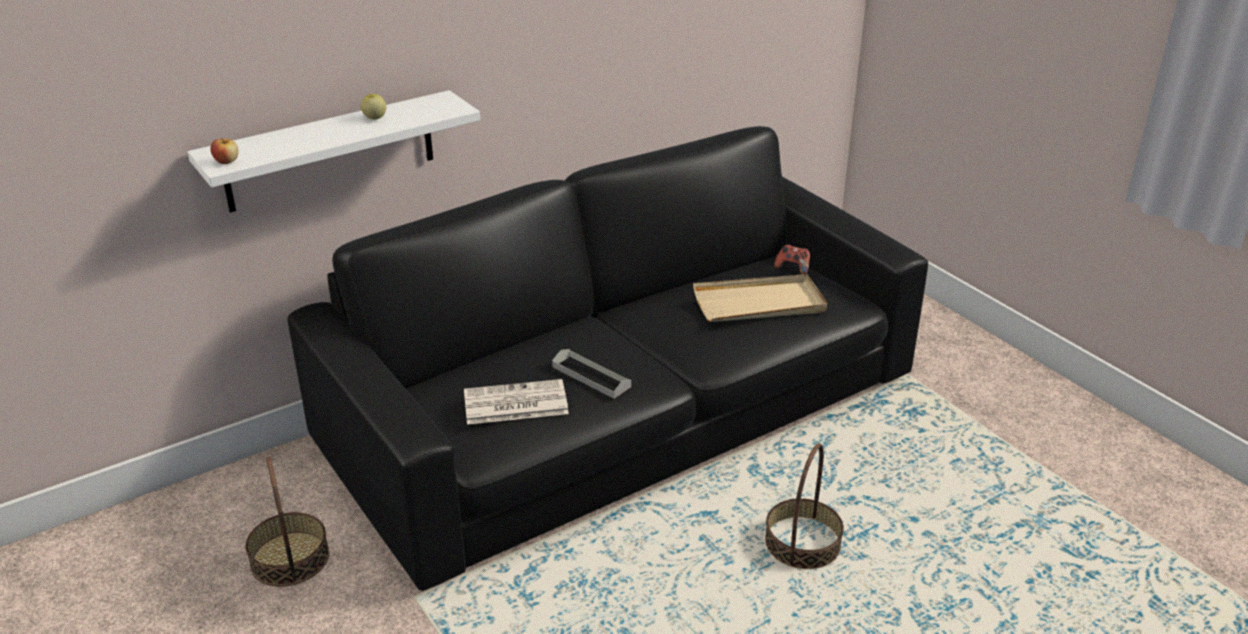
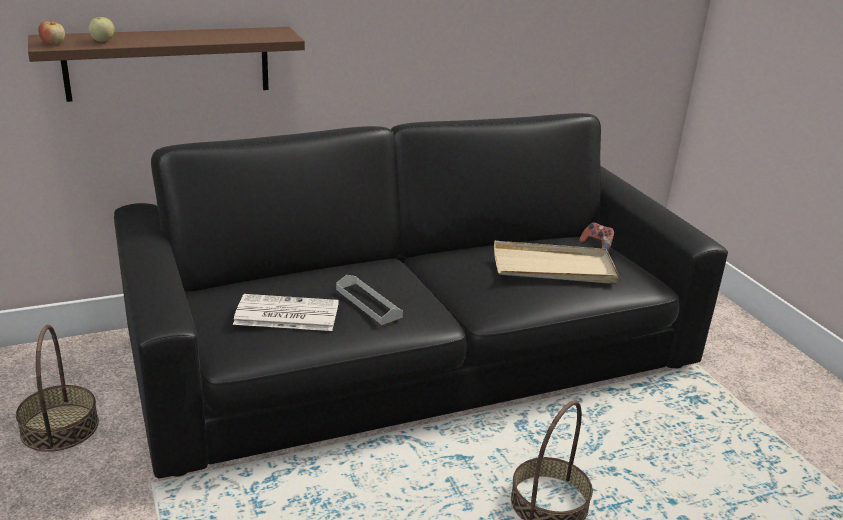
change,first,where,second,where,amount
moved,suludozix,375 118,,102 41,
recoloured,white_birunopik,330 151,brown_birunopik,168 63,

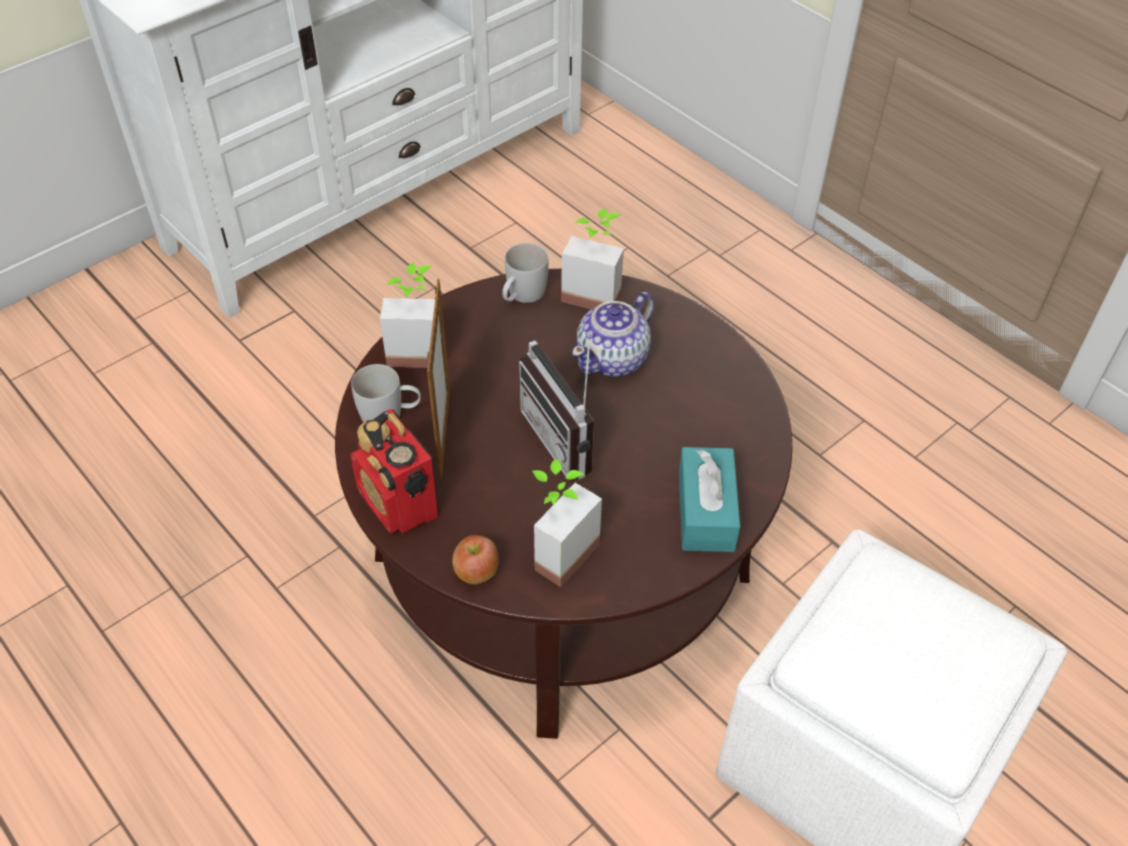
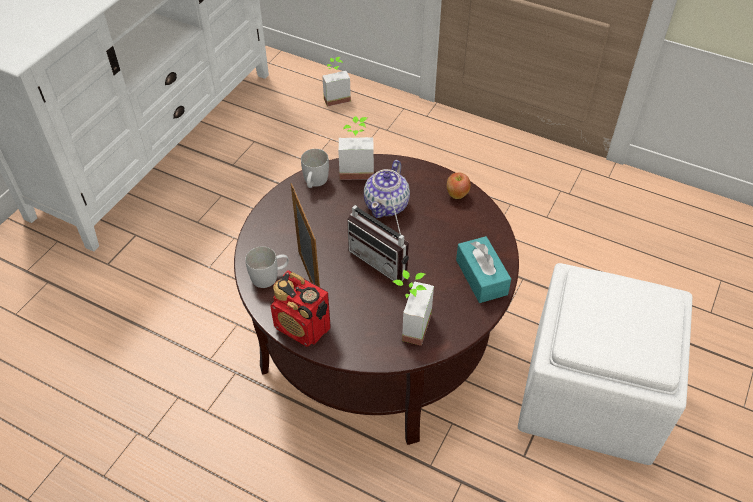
change,first,where,second,where,amount
moved,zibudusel,417 348,,335 97,
moved,suludozix,476 573,,457 194,

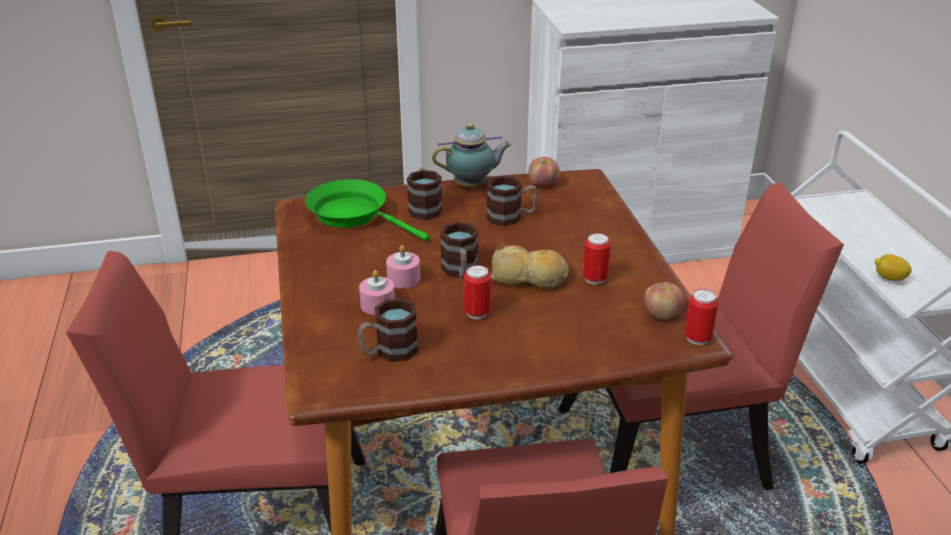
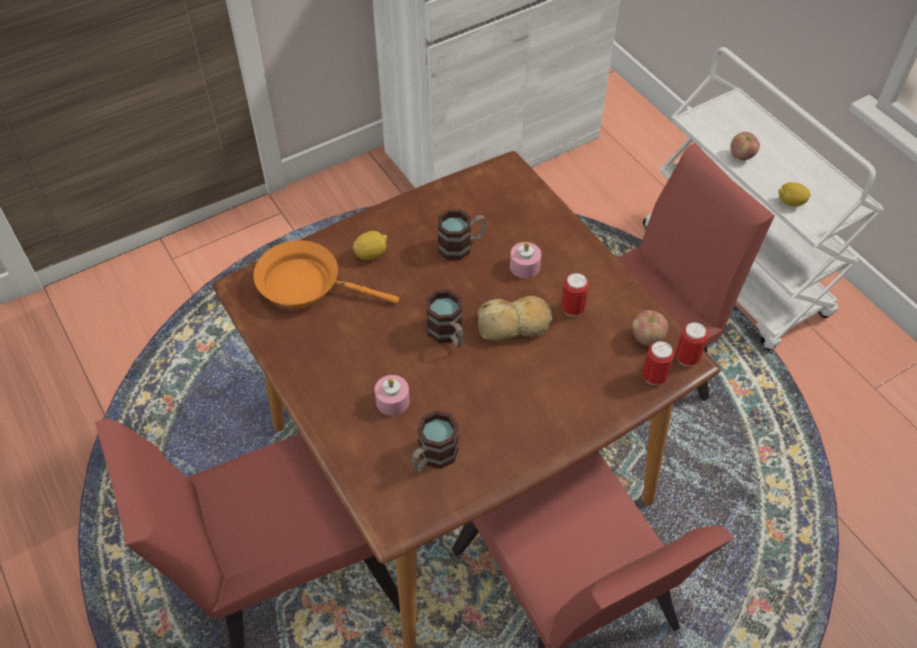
change,first,where,second,where,amount
removed,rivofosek,473 186,,,
moved,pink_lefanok,403 279,,524 266,
moved,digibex,477 313,,654 376,
moved,suludozix,543 184,,741 155,
replaced,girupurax,424 207,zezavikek,371 254,
recoloured,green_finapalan,354 215,orange_finapalan,306 284,

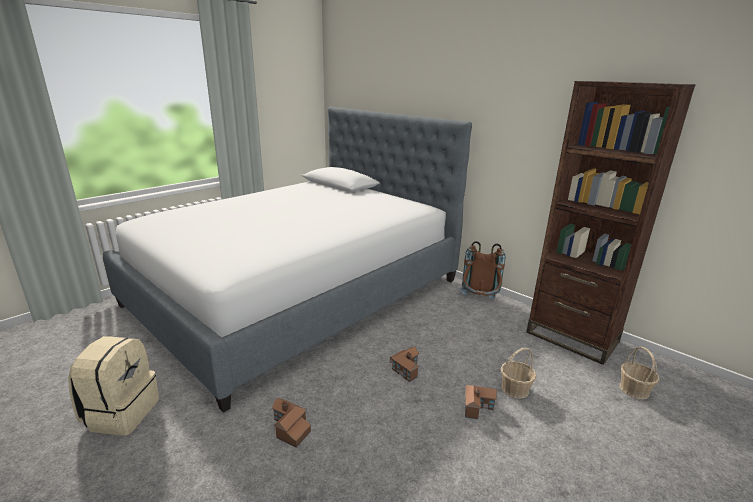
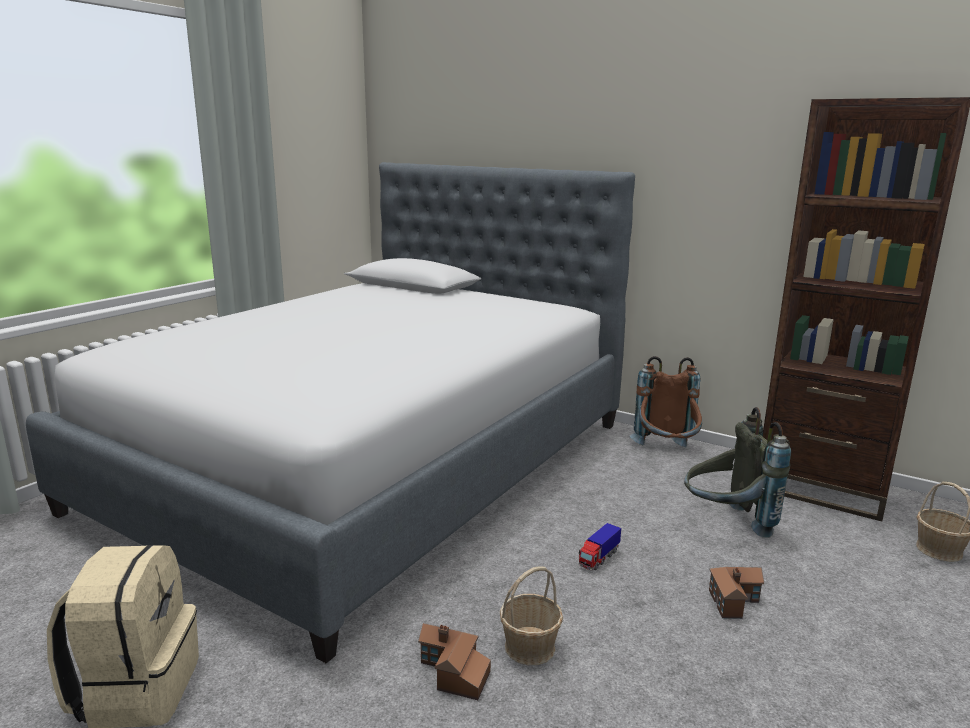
change,first,where,second,where,amount
added,,,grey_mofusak,726 523,
moved,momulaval,515 389,,530 647,
replaced,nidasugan,405 368,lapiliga,598 558,

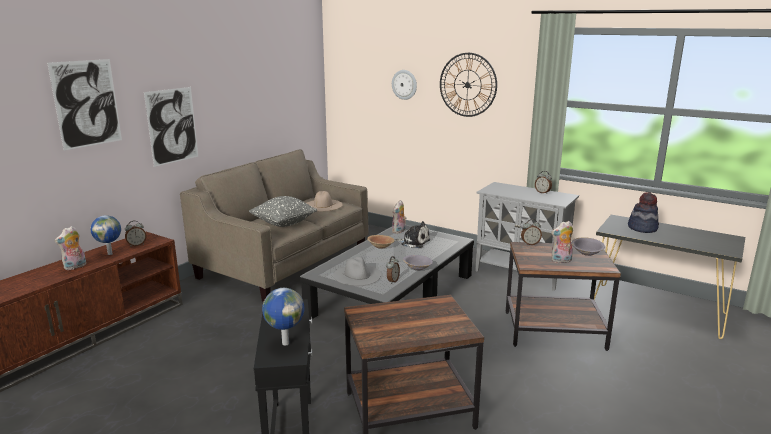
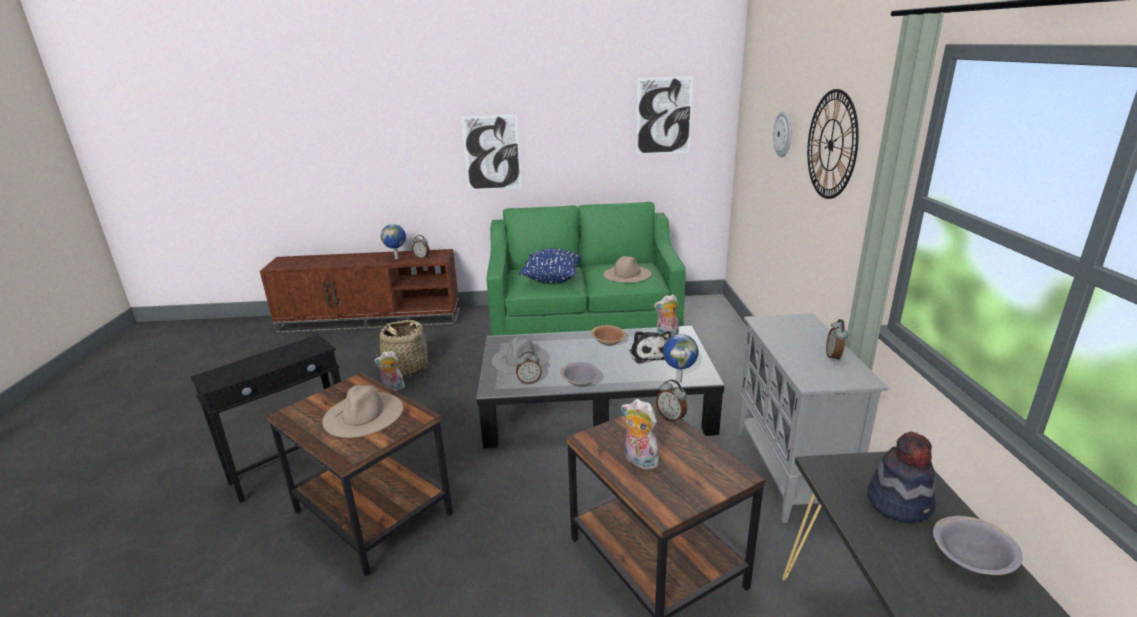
change,first,where,second,where,amount
added,,,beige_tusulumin,363 414,
added,,,momulaval,406 369,
moved,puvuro,87 103,,664 116,
moved,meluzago,75 267,,392 388,
moved,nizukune,285 343,,679 380,
moved,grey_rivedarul,586 253,,971 559,
recoloured,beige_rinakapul,285 262,green_rinakapul,584 324,
recoloured,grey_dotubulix,283 223,blue_dotubulix,552 279,

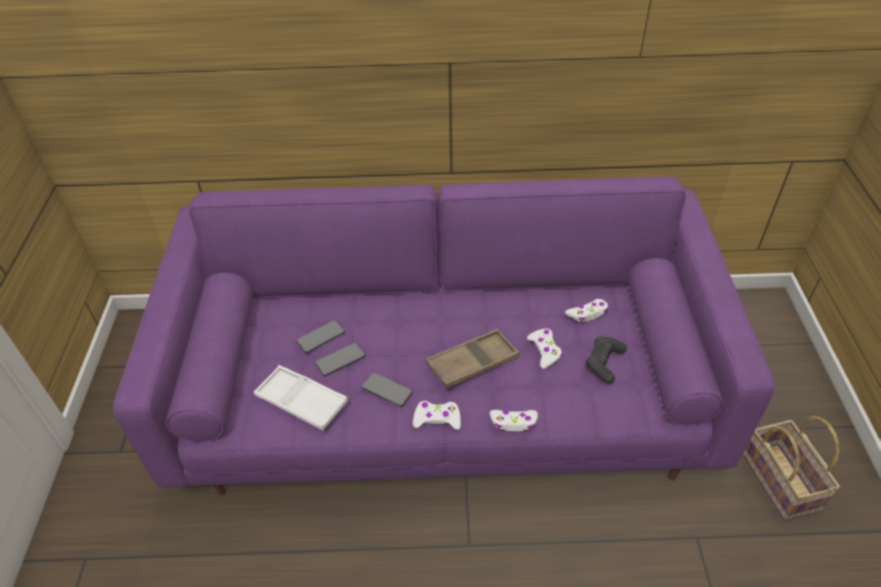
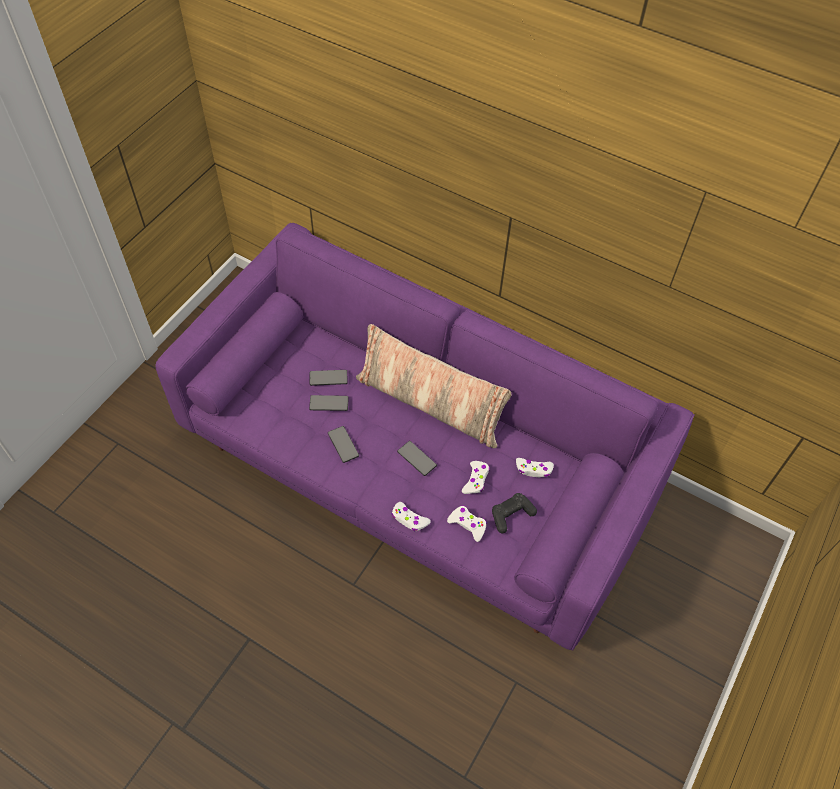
change,first,where,second,where,amount
removed,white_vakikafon,301 401,,,
removed,momulaval,783 483,,,
added,,,dotubulix,430 404,
moved,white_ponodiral,437 419,,467 524,
replaced,brown_vakikafon,472 362,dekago,417 458,

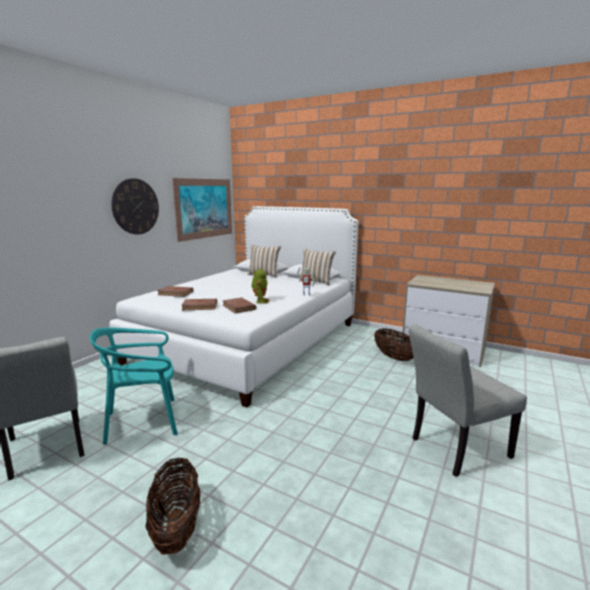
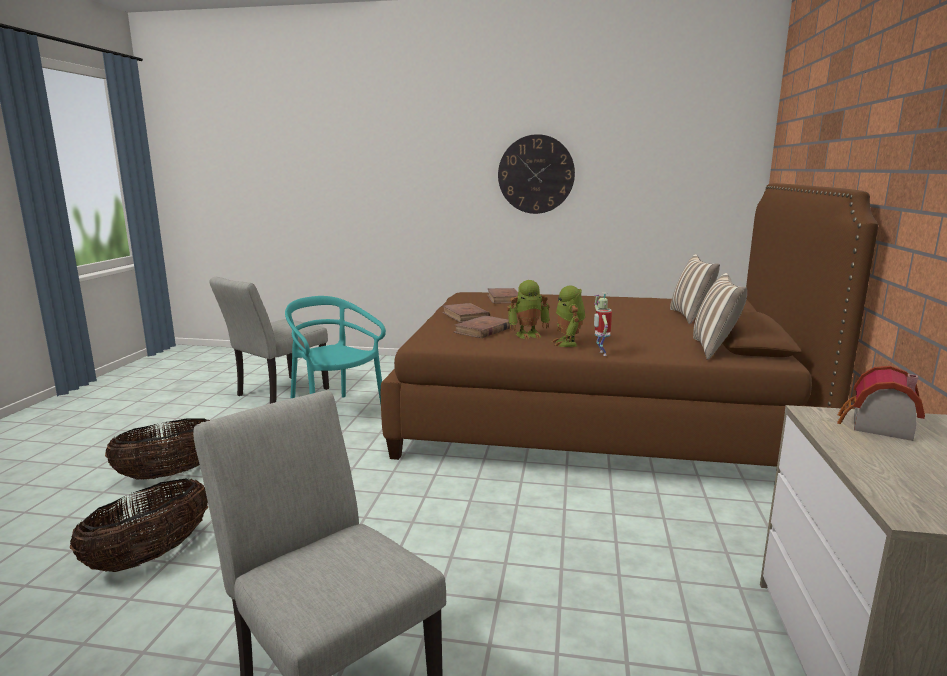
change,first,where,second,where,amount
removed,puvuro,204 208,,,
added,,,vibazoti,568 343,
added,,,nidasugan,876 426,
moved,momulaval,394 358,,150 556,
recoloured,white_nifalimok,249 341,brown_nifalimok,594 417,

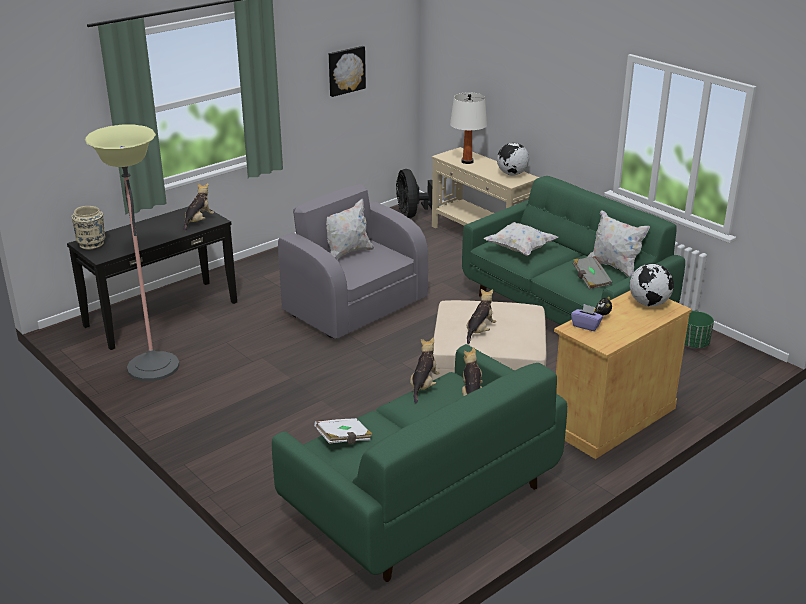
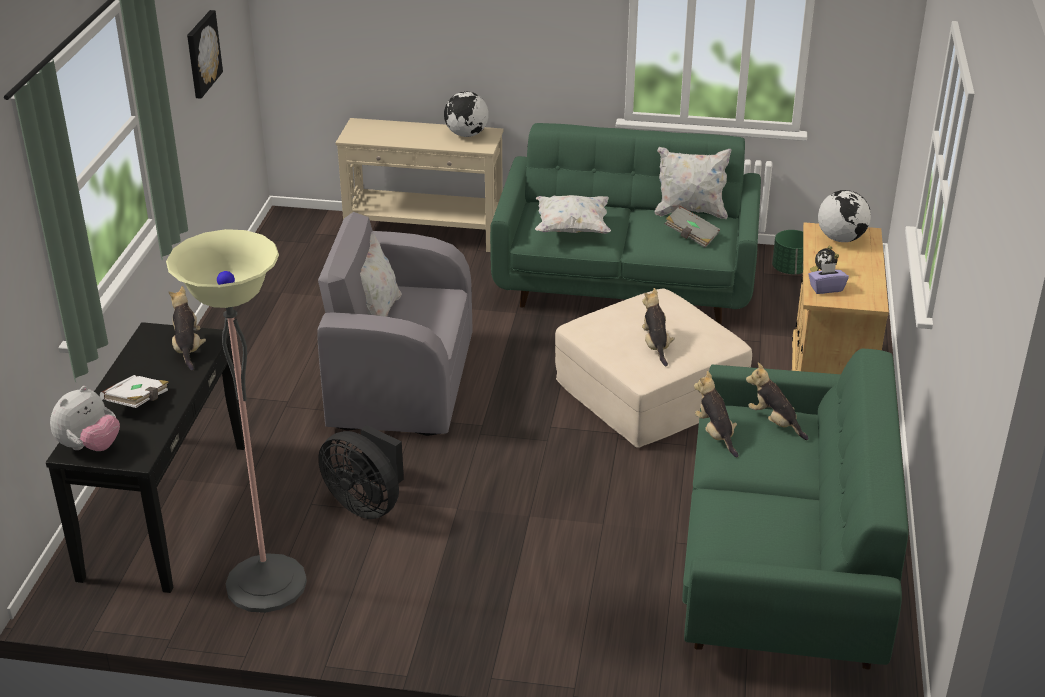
change,first,where,second,where,amount
removed,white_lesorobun,467 161,,,
moved,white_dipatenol,344 439,,138 402,
moved,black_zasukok,413 214,,366 503,
replaced,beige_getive,92 244,meluzago,89 446,

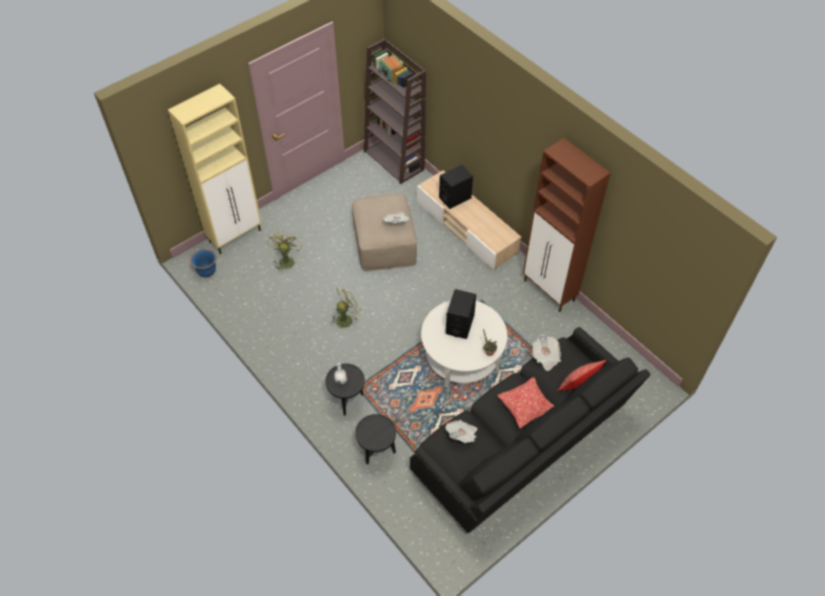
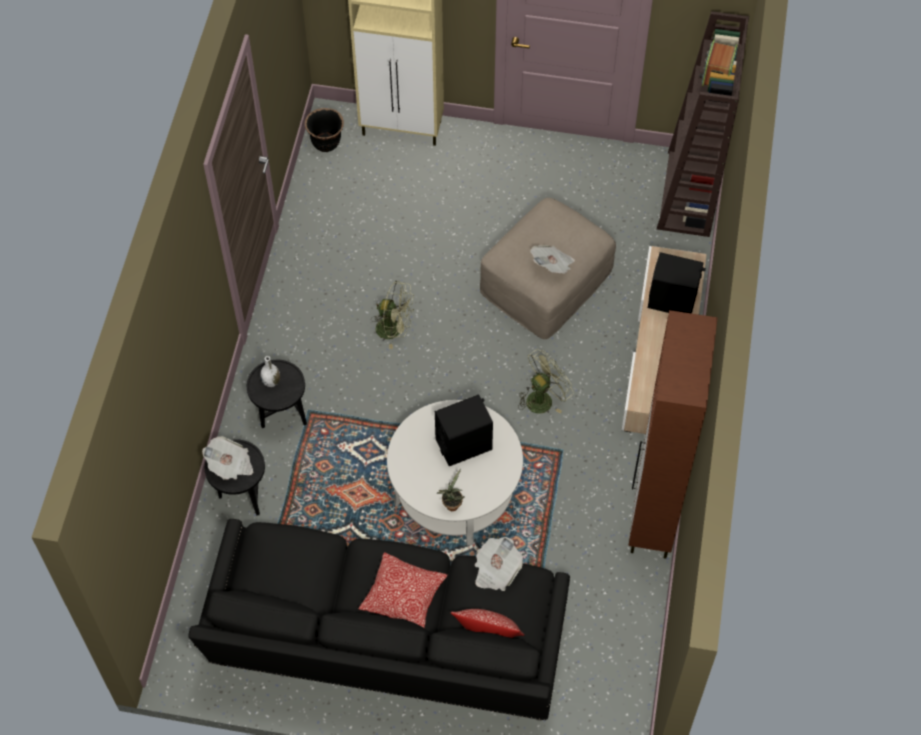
change,first,where,second,where,amount
moved,green_zasukok,286 260,,543 398,
moved,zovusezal,462 435,,230 465,
recoloured,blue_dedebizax,206 271,black_dedebizax,326 143,

